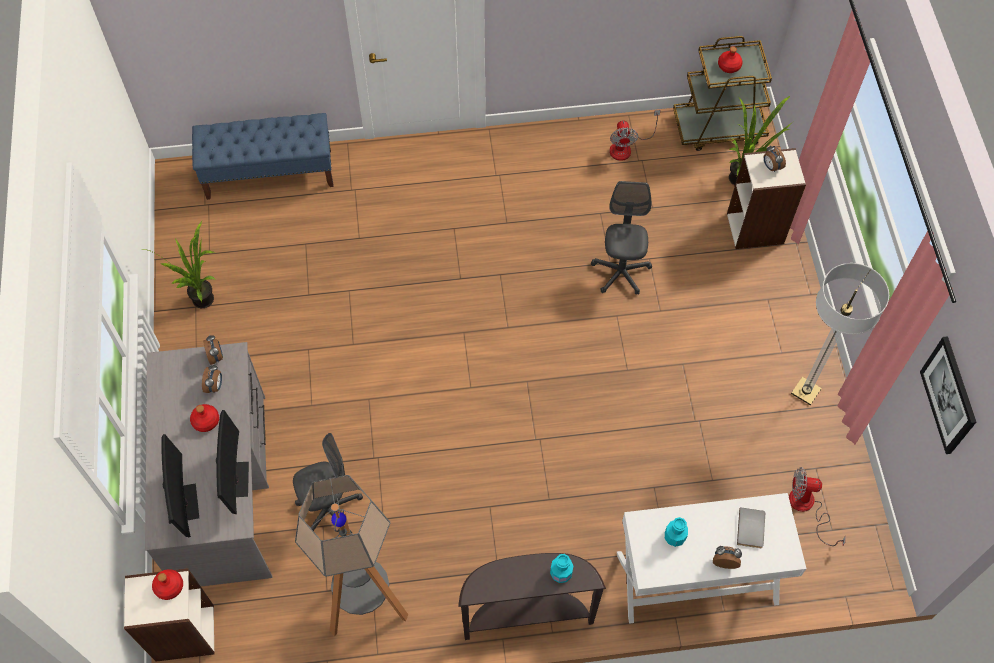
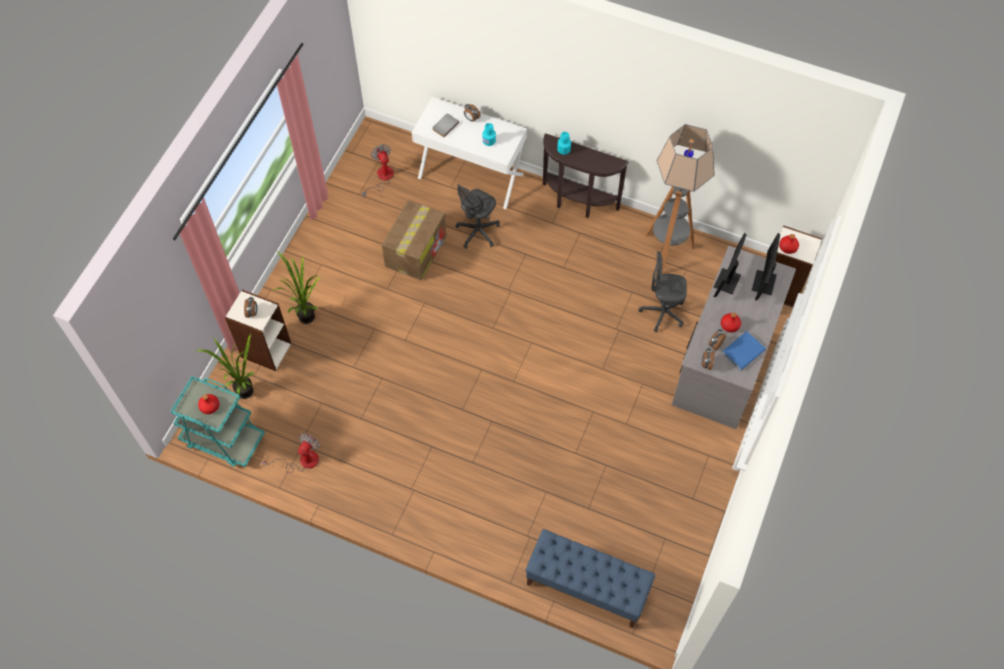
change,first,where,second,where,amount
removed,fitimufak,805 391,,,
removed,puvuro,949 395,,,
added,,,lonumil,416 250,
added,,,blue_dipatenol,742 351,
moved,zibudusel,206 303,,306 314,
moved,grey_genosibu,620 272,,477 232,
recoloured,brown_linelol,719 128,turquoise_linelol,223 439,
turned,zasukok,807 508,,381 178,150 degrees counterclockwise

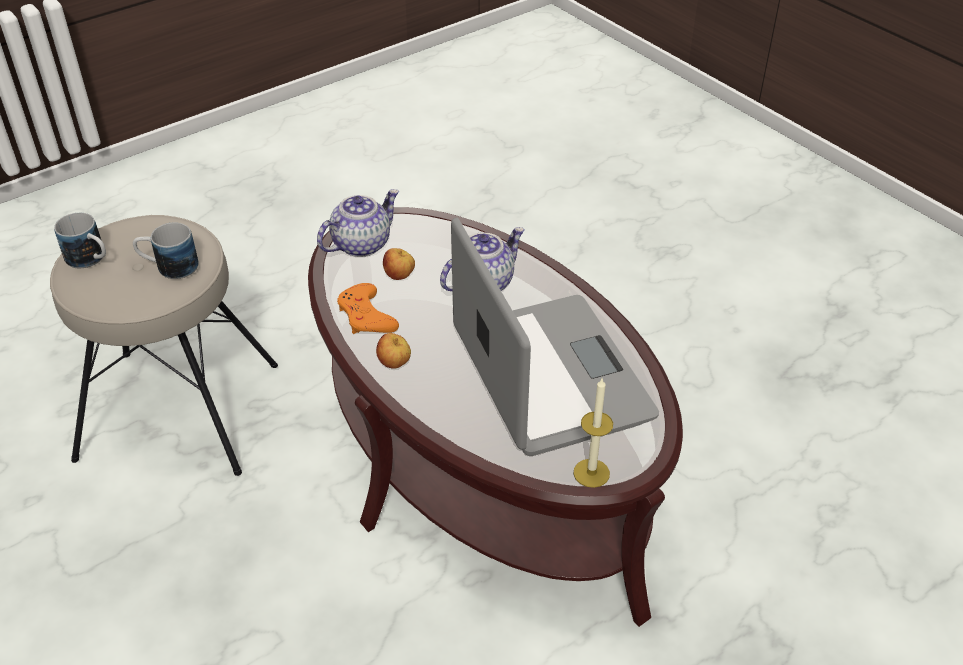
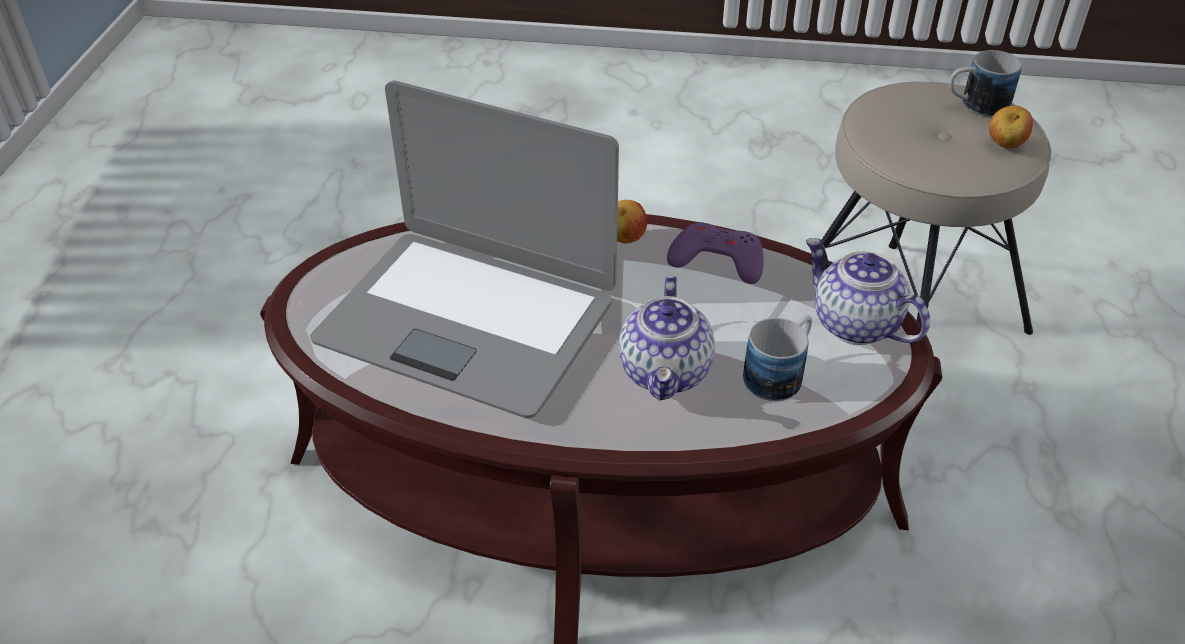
change,first,where,second,where,amount
removed,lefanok,591 473,,,
moved,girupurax,169 267,,780 373,
moved,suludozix,399 276,,1005 145,
recoloured,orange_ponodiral,366 316,purple_ponodiral,717 260,
turned,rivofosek,361 244,,854 324,135 degrees clockwise

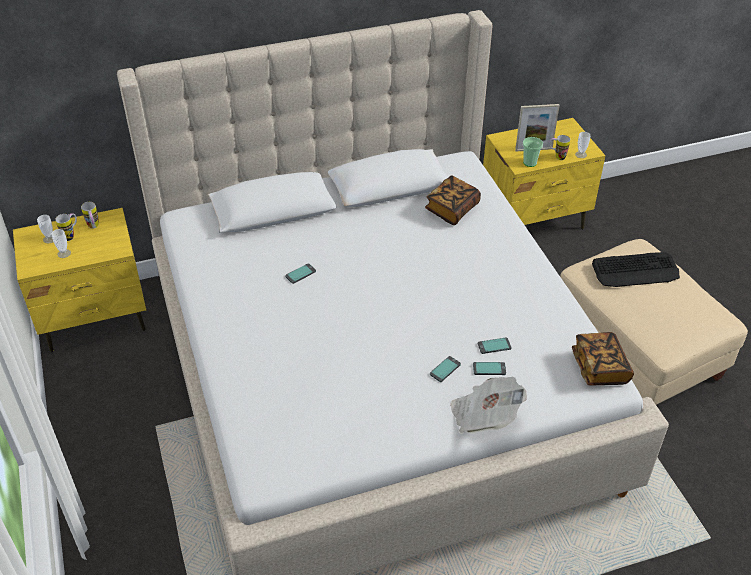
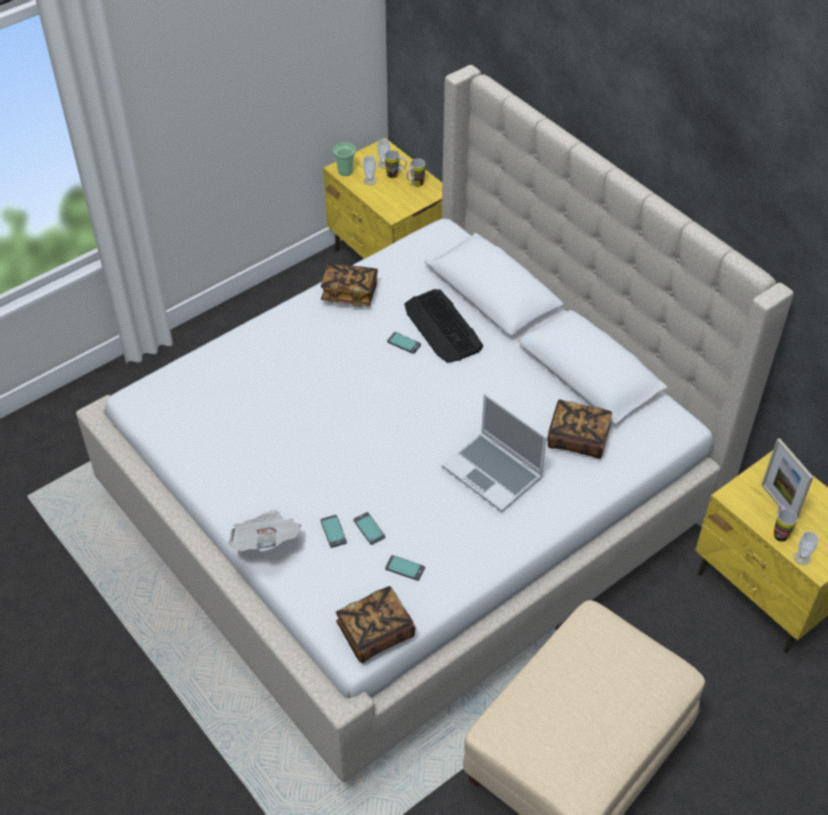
change,first,where,second,where,amount
added,,,dipatenol,349 294,
added,,,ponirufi,494 473,
moved,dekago,445 369,,405 568,
moved,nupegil,530 162,,345 171,
moved,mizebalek,635 270,,442 327,

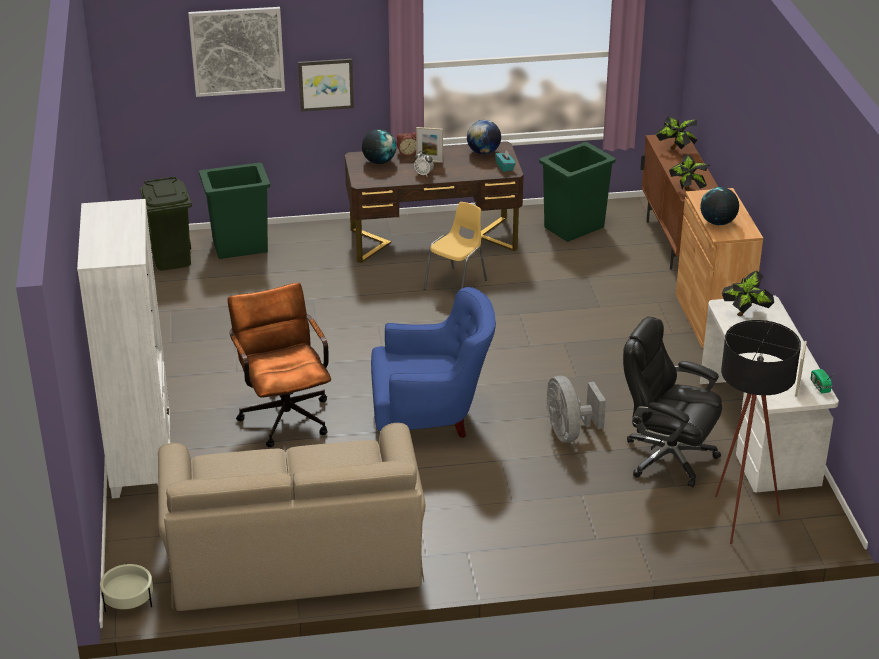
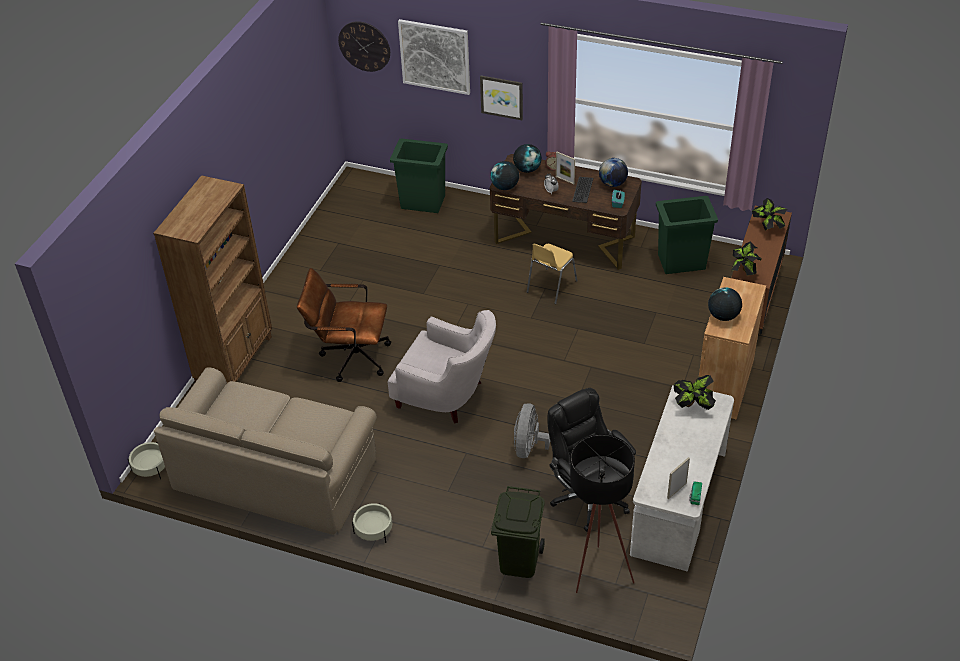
change,first,where,second,where,amount
added,,,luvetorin,364 46,
added,,,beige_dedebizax,373 530,
added,,,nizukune,505 187,
added,,,mizebalek,582 190,
moved,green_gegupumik,171 259,,518 560,
recoloured,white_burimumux,142 458,brown_burimumux,235 360,
recoloured,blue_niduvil,431 415,white_niduvil,447 395,
turned,brown_genosibu,284 413,,349 357,90 degrees counterclockwise
turned,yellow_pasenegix,456 285,,551 287,150 degrees clockwise

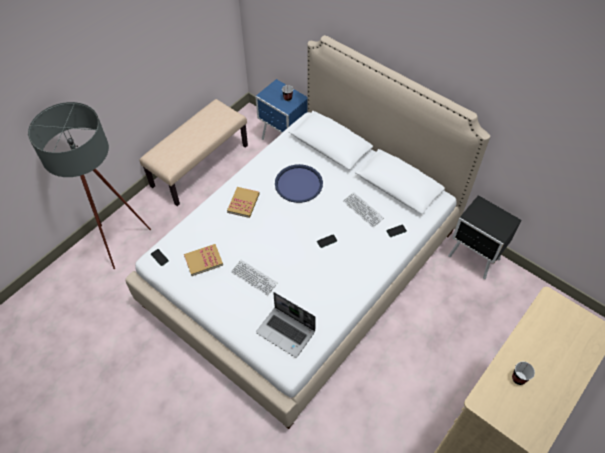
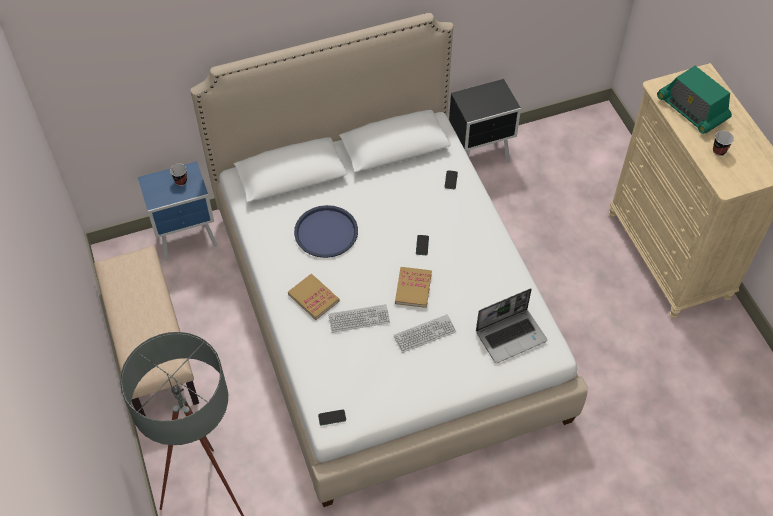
change,first,where,second,where,amount
added,,,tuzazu,692 109,
moved,dipatenol,203 260,,413 288,
moved,mizebalek,363 210,,359 319,

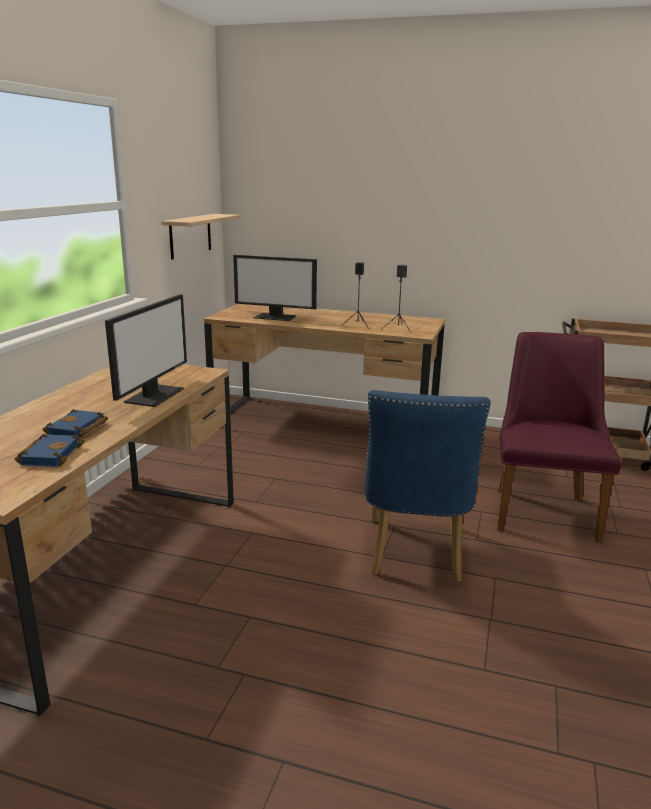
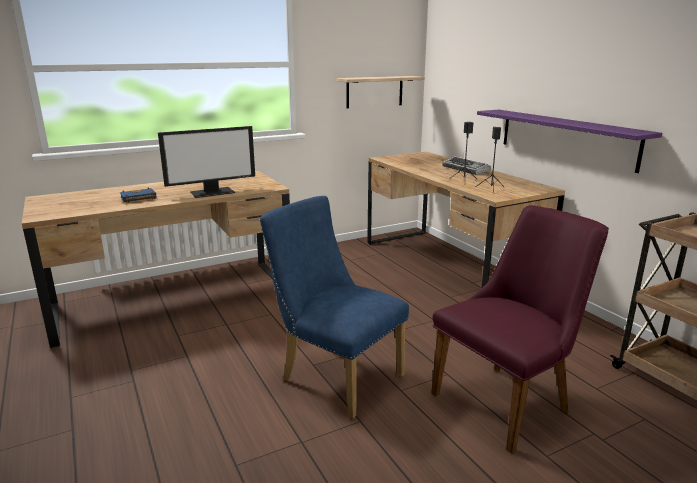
change,first,where,second,where,amount
removed,blue_dipatenol,50 454,,,
removed,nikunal,276 317,,,
added,,,mizebalek,466 169,
added,,,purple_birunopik,565 138,
turned,blue_pasenegix,414 555,,335 375,75 degrees clockwise

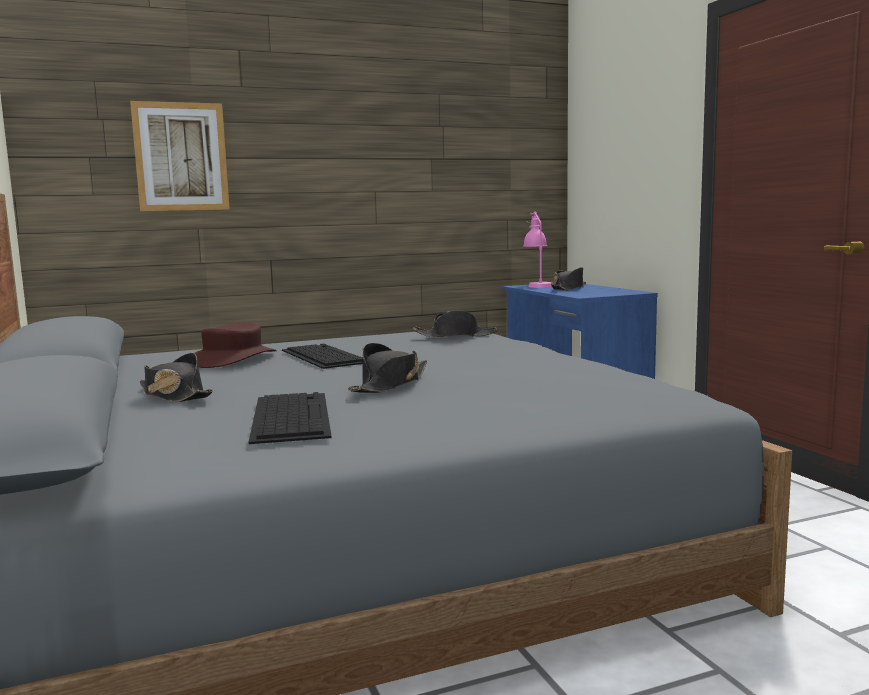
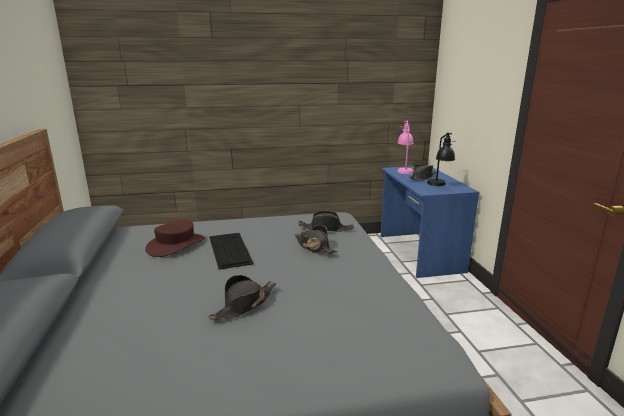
change,first,where,second,where,amount
removed,puvuro,181 157,,,
removed,mizebalek,290 416,,,
added,,,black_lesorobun,439 185,
moved,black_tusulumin,174 395,,314 247,

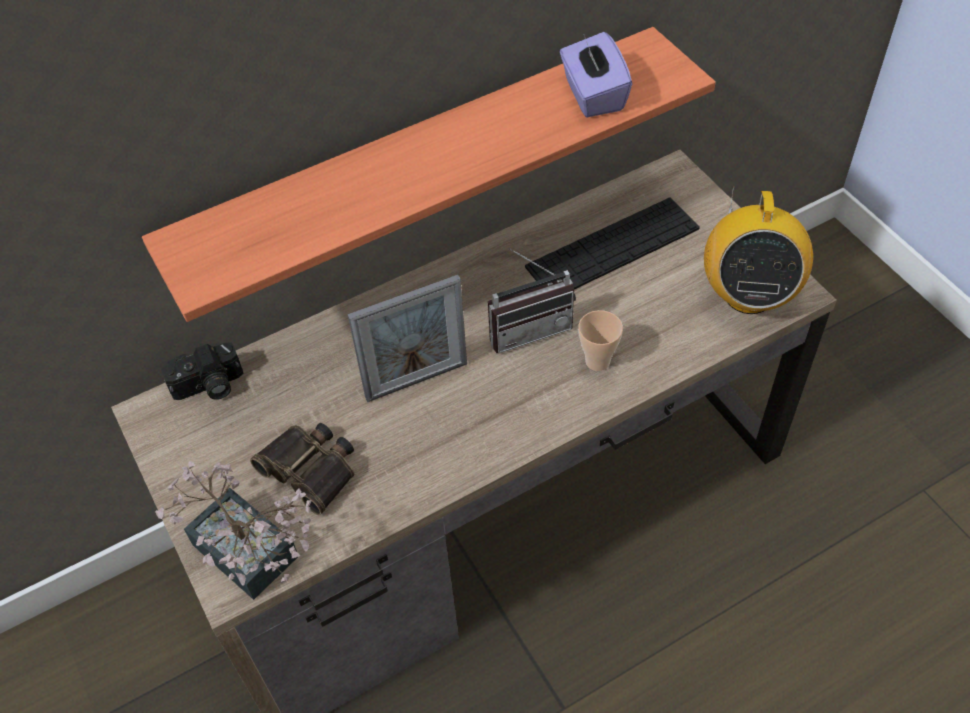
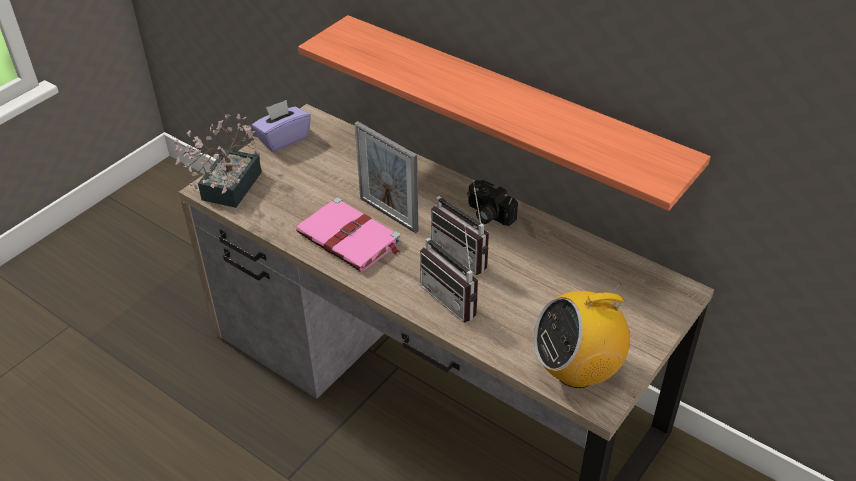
change,first,where,second,where,amount
removed,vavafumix,311 469,,,
removed,mizebalek,613 247,,,
added,,,pink_dipatenol,350 238,
moved,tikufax,209 387,,488 214,
moved,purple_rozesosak,593 95,,283 139,
replaced,nupegil,597 361,tuzazu,455 298,

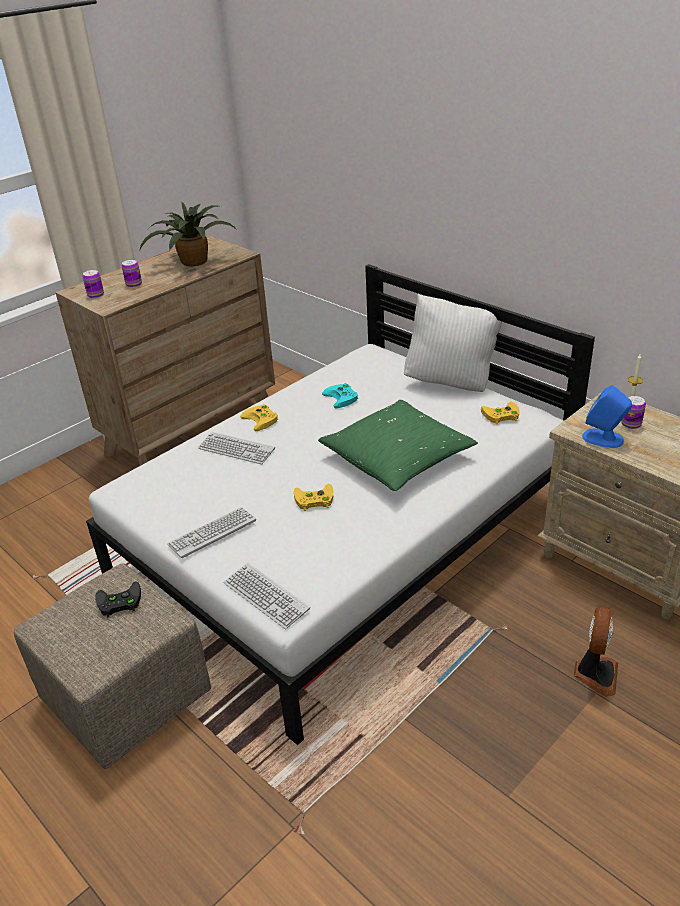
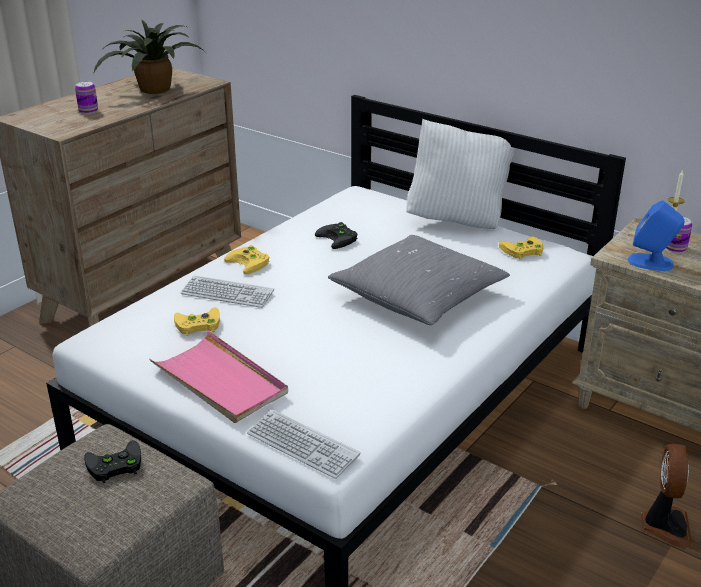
change,first,where,second,where,amount
removed,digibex,96 295,,,
moved,yellow_ponodiral,313 500,,196 325,
replaced,mizebalek,212 533,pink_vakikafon,220 381,
recoloured,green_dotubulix,397 458,grey_dotubulix,418 296,
recoloured,turquoise_ponodiral,342 398,black_ponodiral,339 238,

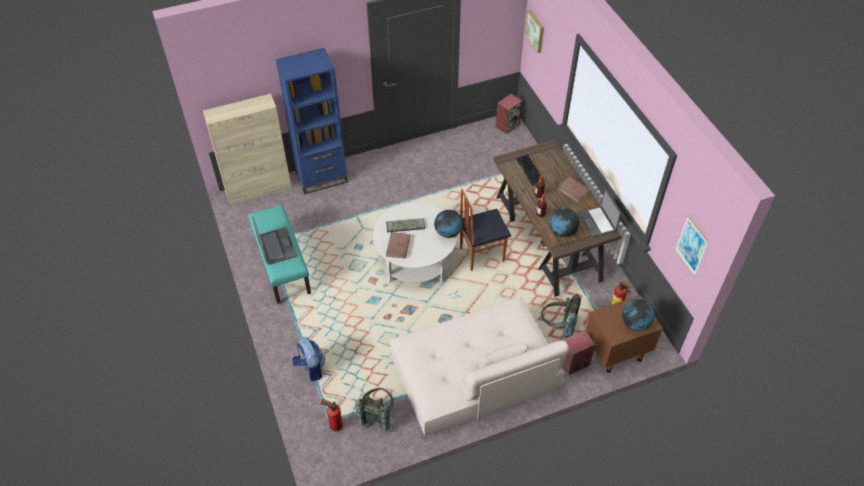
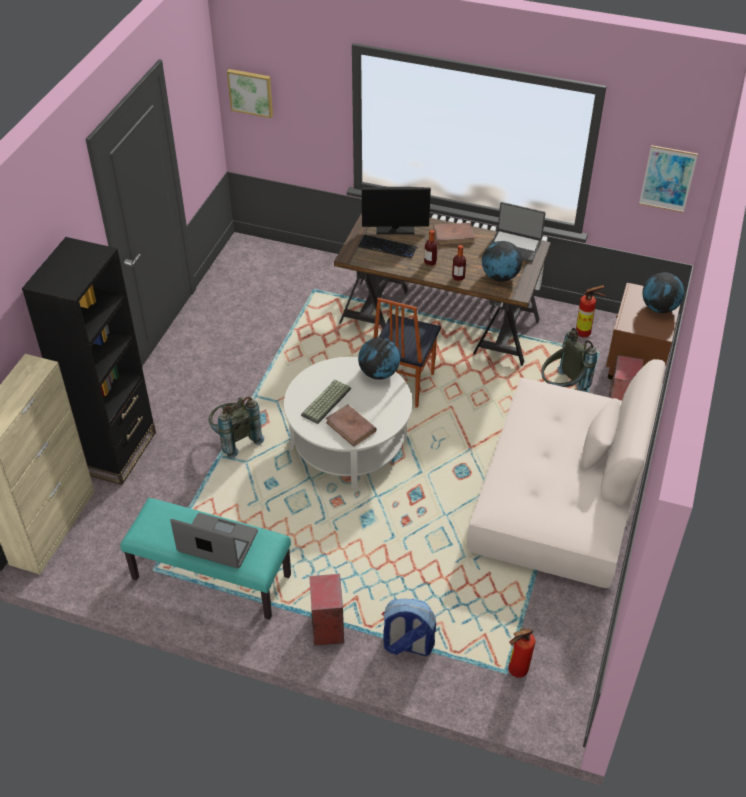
change,first,where,second,where,amount
added,,,nikunal,395 228,
moved,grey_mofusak,377 415,,234 439,
moved,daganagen,507 125,,327 626,
recoloured,blue_burimumux,321 178,black_burimumux,116 452,

